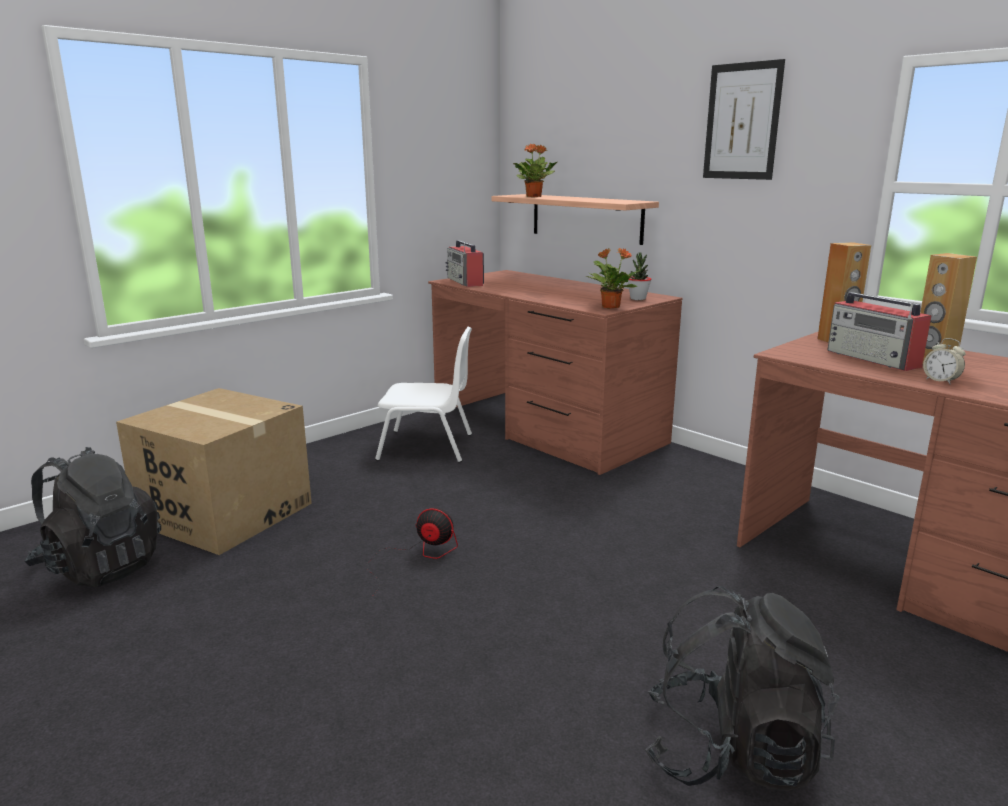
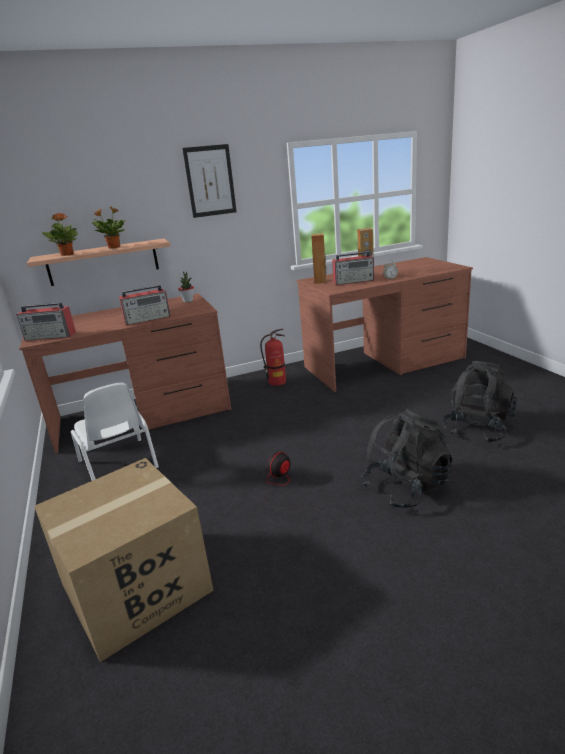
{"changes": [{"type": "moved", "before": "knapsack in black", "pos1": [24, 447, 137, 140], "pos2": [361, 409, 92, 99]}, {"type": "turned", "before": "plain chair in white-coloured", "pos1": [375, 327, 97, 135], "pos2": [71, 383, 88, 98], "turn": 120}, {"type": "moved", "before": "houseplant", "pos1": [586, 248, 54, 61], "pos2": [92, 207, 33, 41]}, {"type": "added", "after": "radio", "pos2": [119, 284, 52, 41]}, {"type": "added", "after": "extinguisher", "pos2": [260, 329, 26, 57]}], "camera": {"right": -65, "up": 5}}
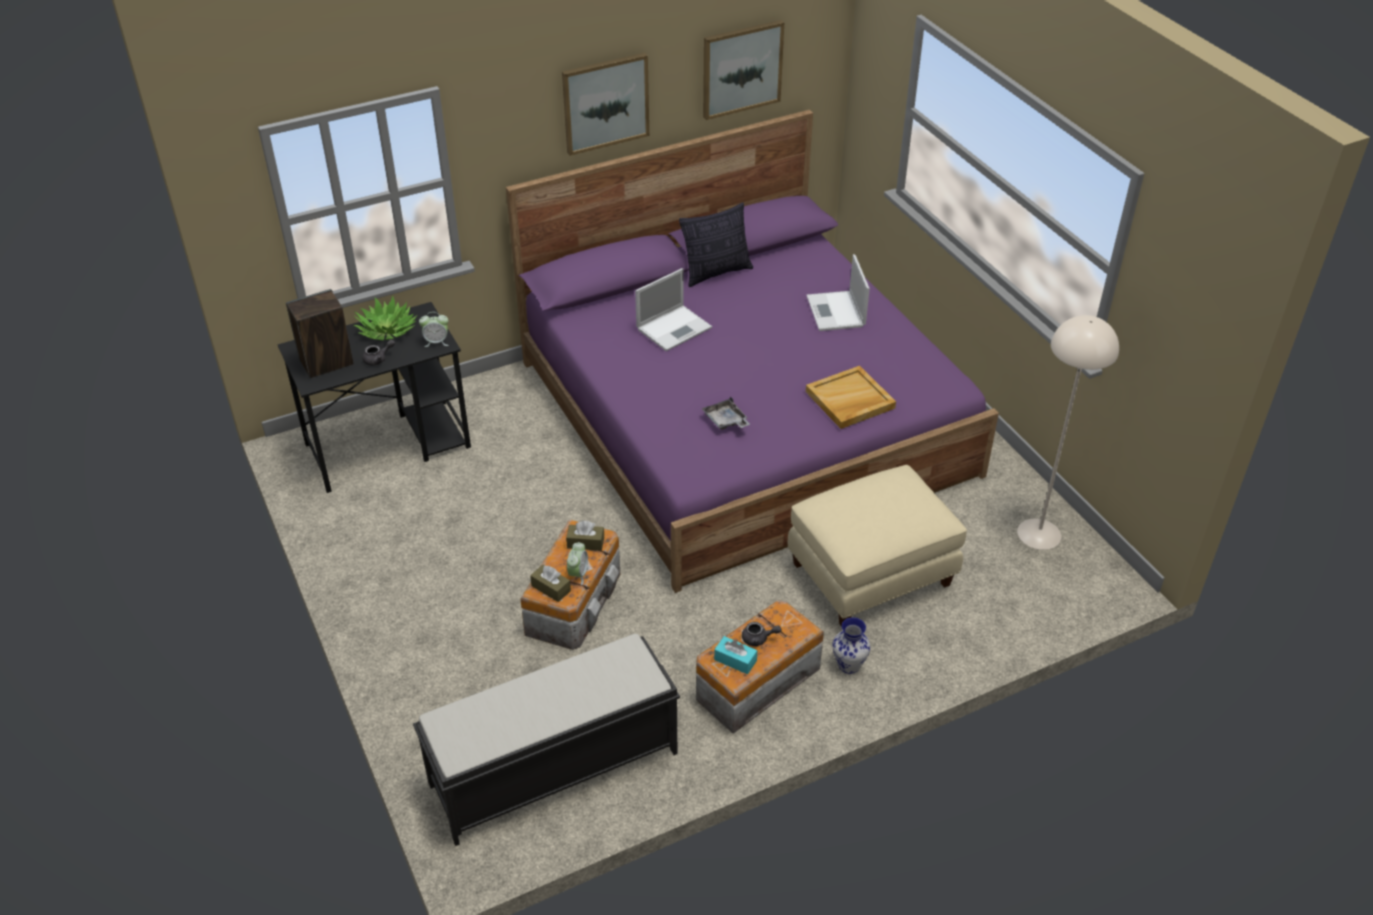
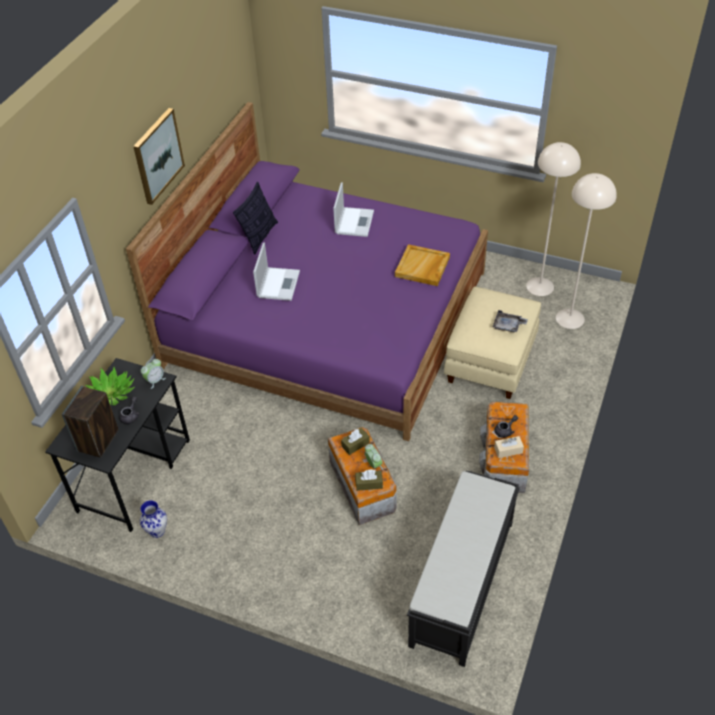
{"changes": [{"type": "moved", "before": "serving tray in greyish", "pos1": [702, 396, 48, 34], "pos2": [493, 310, 35, 22]}, {"type": "removed", "before": "picture", "pos1": [703, 20, 81, 100]}, {"type": "recoloured", "before": "tissue box in turquoise", "after": "tissue box in beige", "pos1": [714, 636, 43, 38], "pos2": [494, 436, 30, 22]}, {"type": "turned", "before": "portable computer", "pos1": [806, 254, 64, 77], "pos2": [333, 182, 41, 55], "turn": -120}, {"type": "moved", "before": "decorative vase", "pos1": [832, 617, 38, 57], "pos2": [140, 500, 27, 38]}, {"type": "added", "after": "standard lamp in beige", "pos2": [556, 173, 61, 156]}], "camera": {"right": -40, "up": 5}}
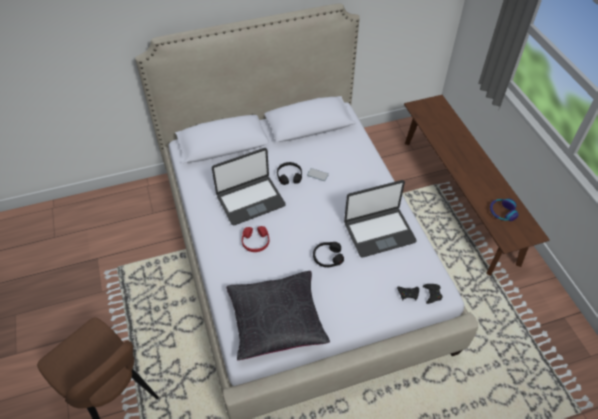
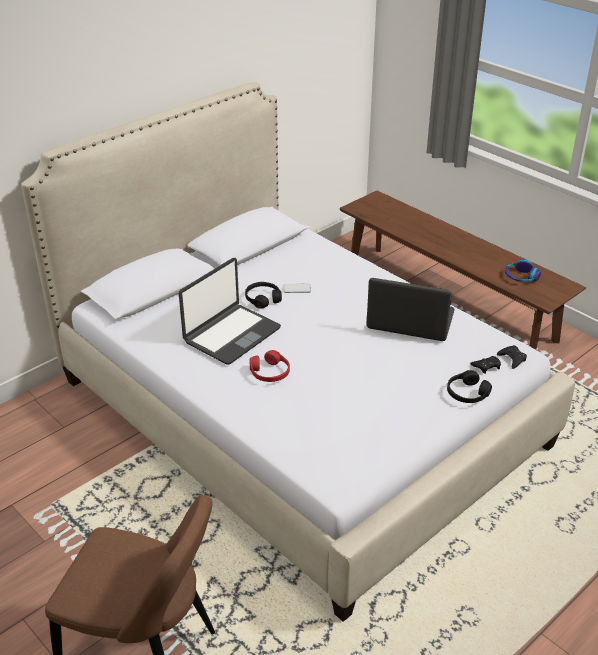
{"changes": [{"type": "removed", "before": "throw pillow in black", "pos1": [226, 271, 104, 90]}, {"type": "moved", "before": "headset in black", "pos1": [313, 242, 31, 25], "pos2": [447, 370, 45, 33]}, {"type": "turned", "before": "portable computer", "pos1": [344, 180, 73, 78], "pos2": [366, 278, 89, 63], "turn": -120}], "camera": {"right": -25, "up": -15}}
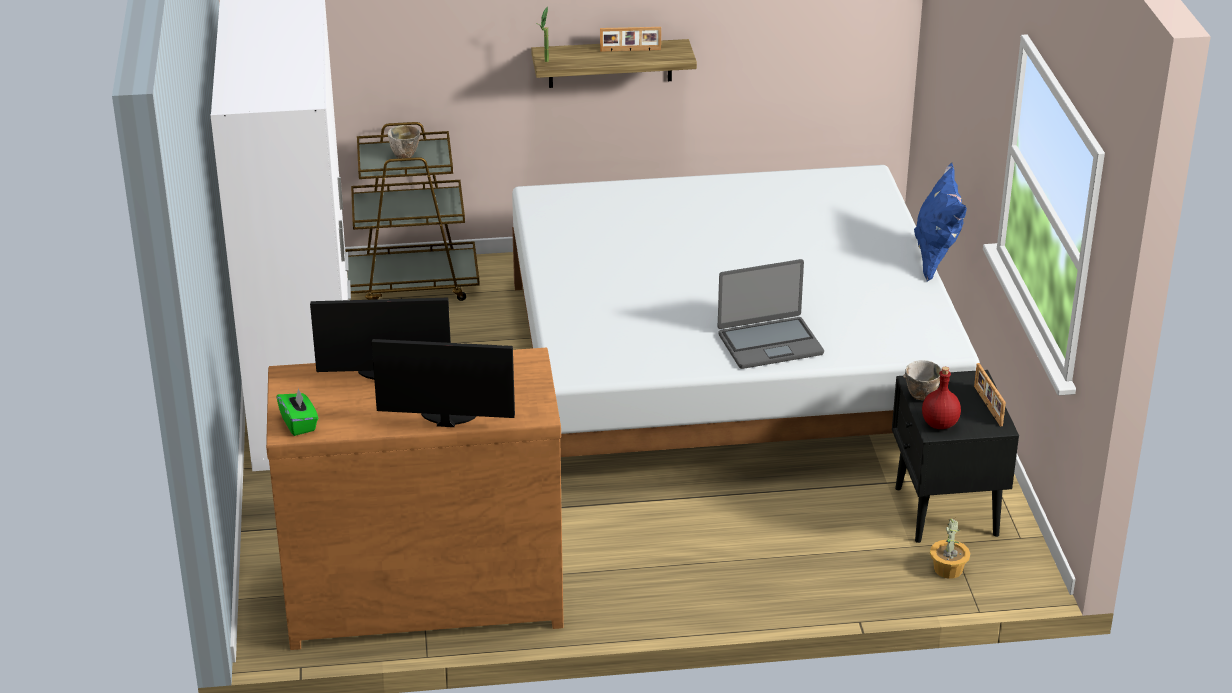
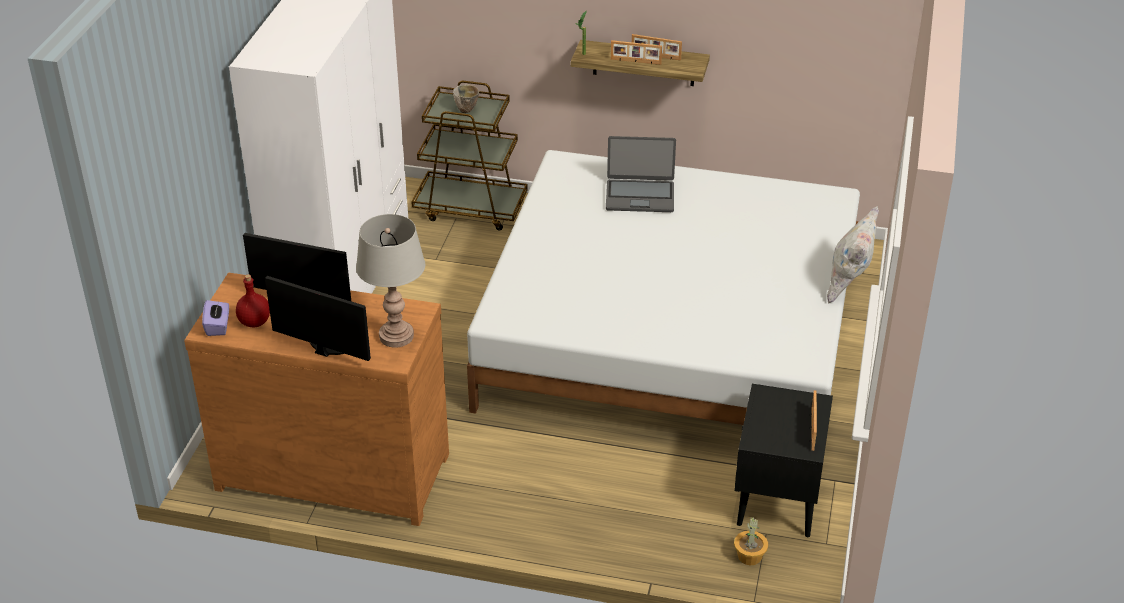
{"changes": [{"type": "recoloured", "before": "tissue box in green", "after": "tissue box in purplish", "pos1": [276, 388, 42, 48], "pos2": [202, 300, 27, 36]}, {"type": "moved", "before": "portable computer", "pos1": [718, 259, 106, 110], "pos2": [606, 136, 70, 76]}, {"type": "removed", "before": "serving bowl", "pos1": [903, 360, 39, 40]}, {"type": "recoloured", "before": "throw pillow in blue-coloured", "after": "throw pillow in white-coloured", "pos1": [914, 163, 53, 119], "pos2": [827, 206, 52, 97]}, {"type": "moved", "before": "beverage bottle in red", "pos1": [922, 367, 39, 62], "pos2": [236, 274, 34, 53]}, {"type": "added", "after": "lamp for a table in greyish", "pos2": [356, 214, 69, 134]}, {"type": "added", "after": "picture frame", "pos2": [611, 40, 51, 25]}], "camera": {"right": 20, "up": 5}}
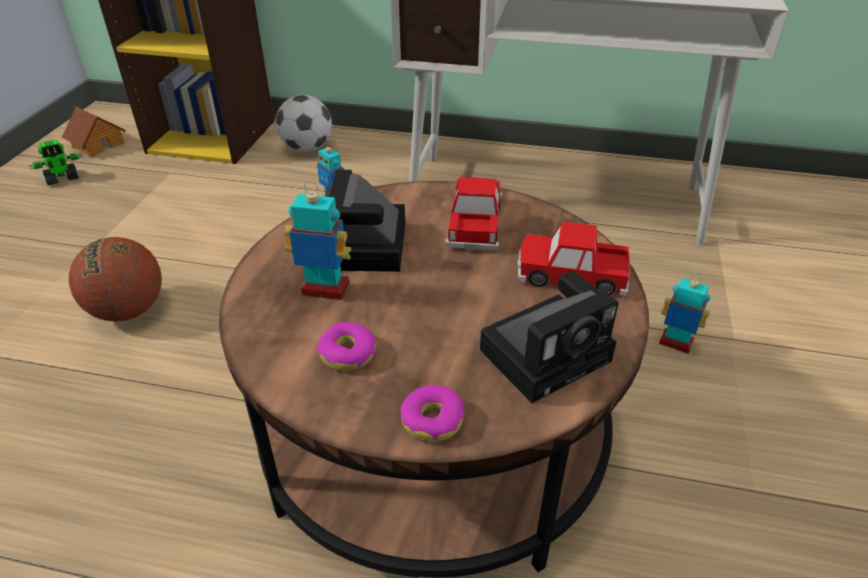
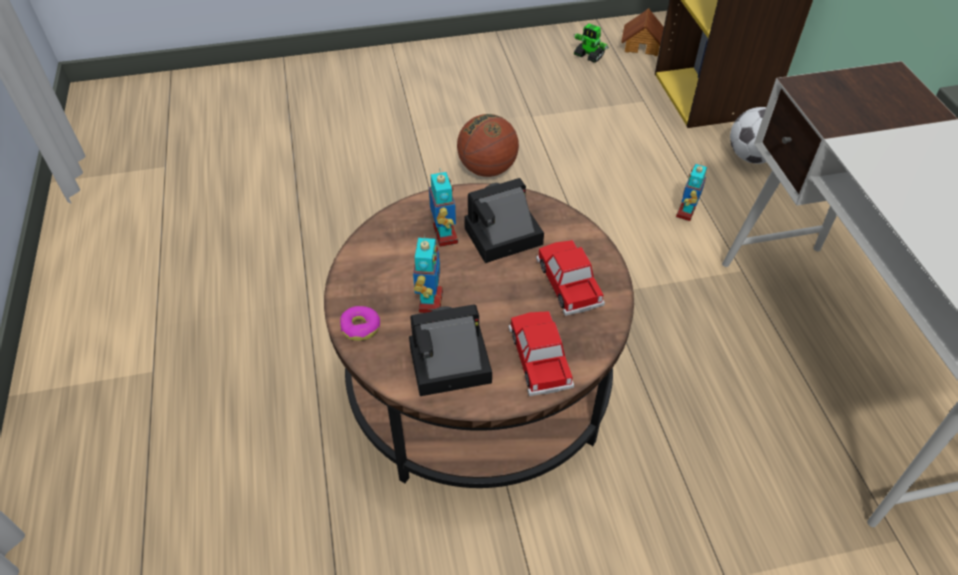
{"changes": [{"type": "removed", "before": "doughnut", "pos1": [318, 322, 58, 49]}, {"type": "turned", "before": "miniature car", "pos1": [445, 177, 57, 73], "pos2": [536, 240, 69, 76], "turn": -90}, {"type": "turned", "before": "still camera", "pos1": [480, 271, 138, 132], "pos2": [409, 304, 83, 92], "turn": 135}, {"type": "moved", "before": "robot figure", "pos1": [659, 274, 51, 80], "pos2": [413, 235, 30, 78]}], "camera": {"right": 65, "up": 10}}
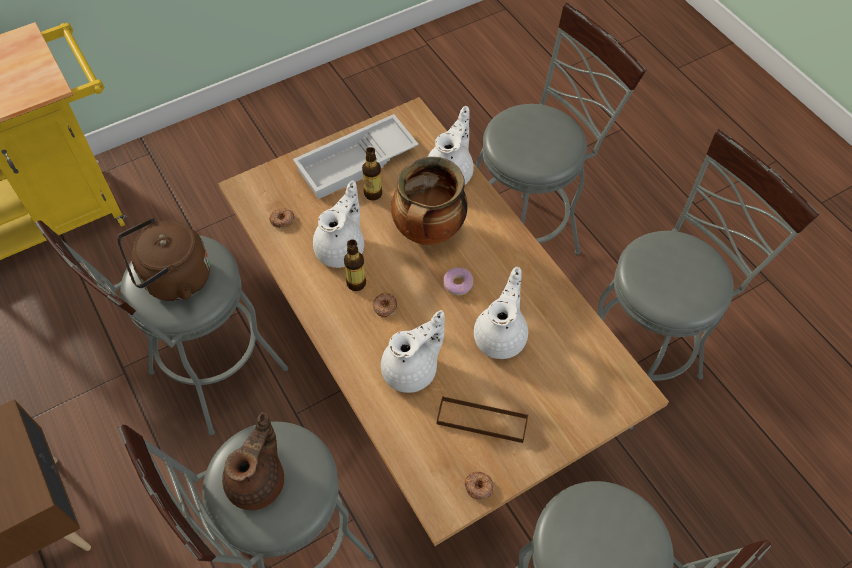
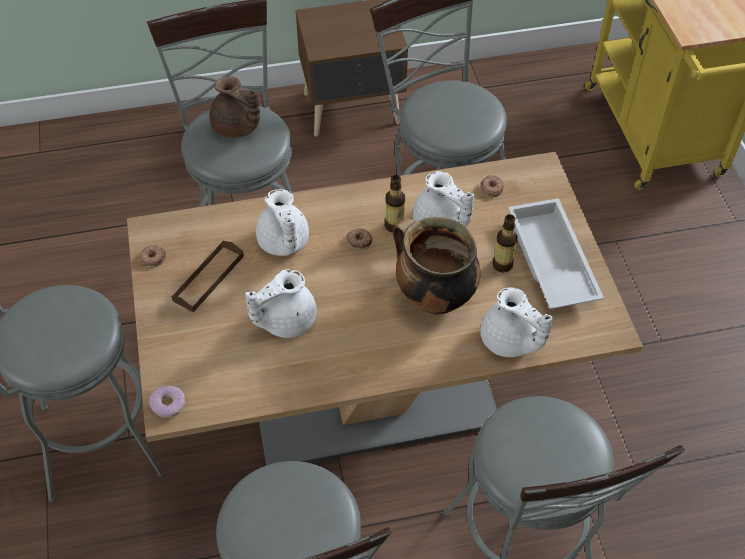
{"changes": [{"type": "removed", "before": "tea kettle in brown-coloured", "pos1": [117, 218, 93, 83]}, {"type": "moved", "before": "doughnut", "pos1": [443, 267, 30, 28], "pos2": [149, 386, 37, 32]}, {"type": "turned", "before": "pot for tea in white-coloured", "pos1": [474, 267, 54, 92], "pos2": [245, 269, 71, 69], "turn": 105}], "camera": {"right": 110, "up": -5}}
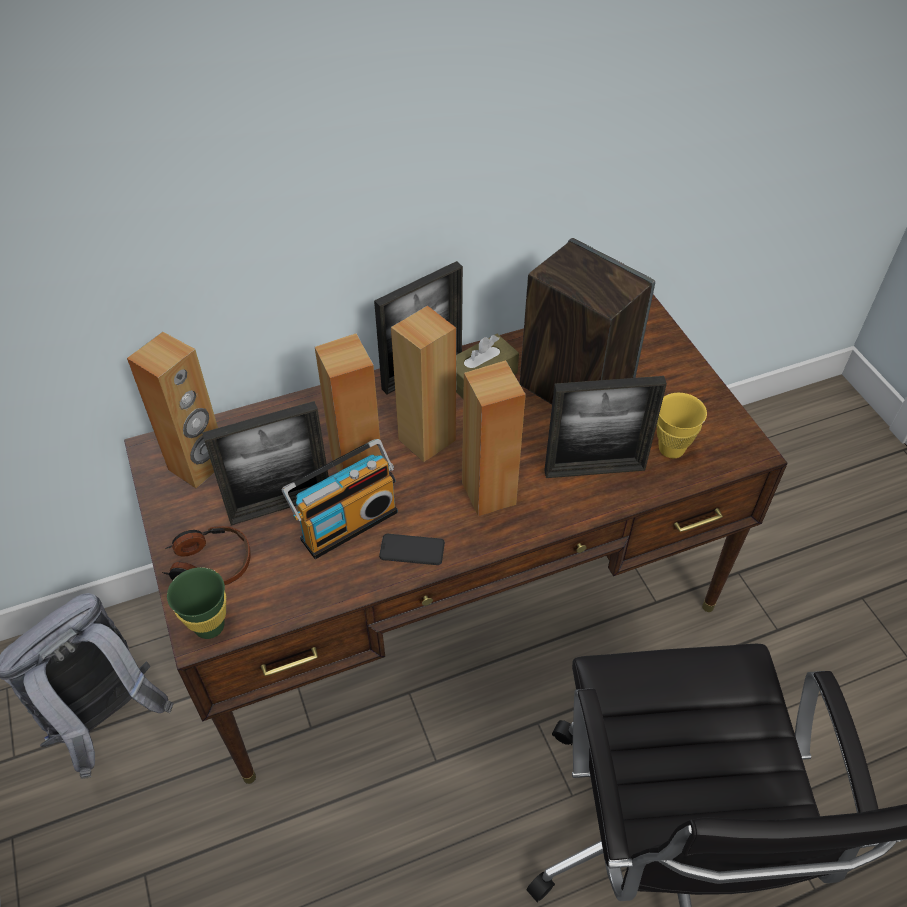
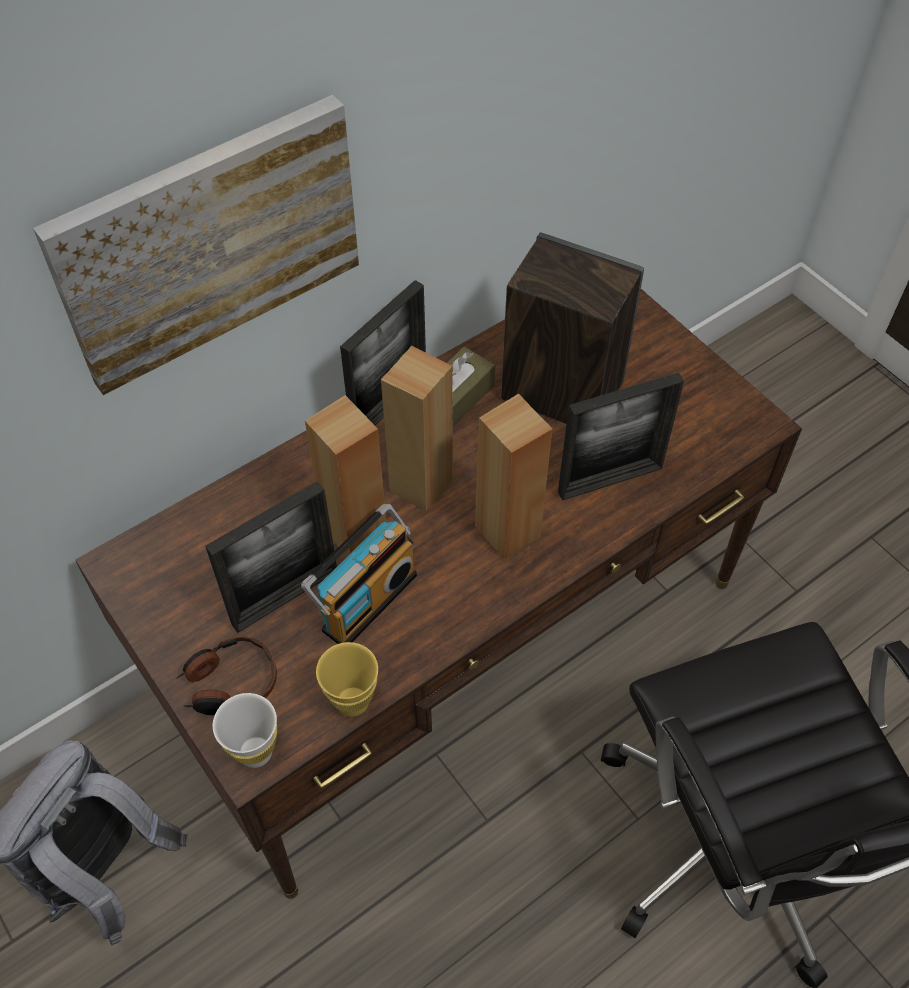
{"changes": [{"type": "removed", "before": "speaker in brown-coloured", "pos1": [127, 332, 91, 156]}, {"type": "recoloured", "before": "small cup in green", "after": "small cup in white-coloured", "pos1": [167, 567, 59, 72], "pos2": [213, 693, 64, 75]}, {"type": "removed", "before": "phone", "pos1": [379, 534, 66, 31]}, {"type": "moved", "before": "small cup in yellowish", "pos1": [657, 393, 50, 65], "pos2": [316, 642, 62, 75]}, {"type": "added", "after": "picture", "pos2": [33, 95, 326, 300]}], "camera": {"right": -15, "up": 5}}
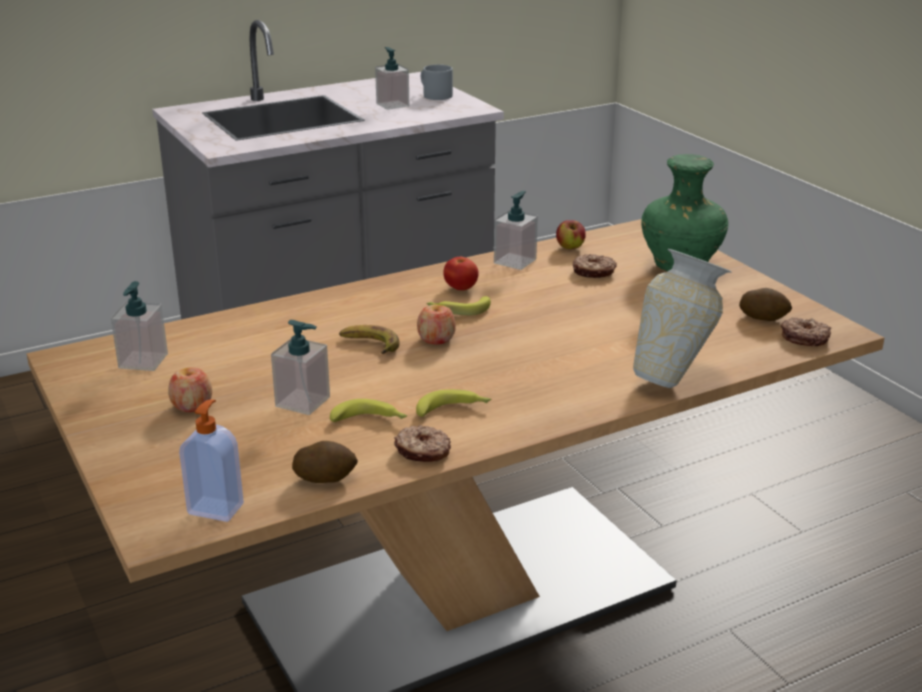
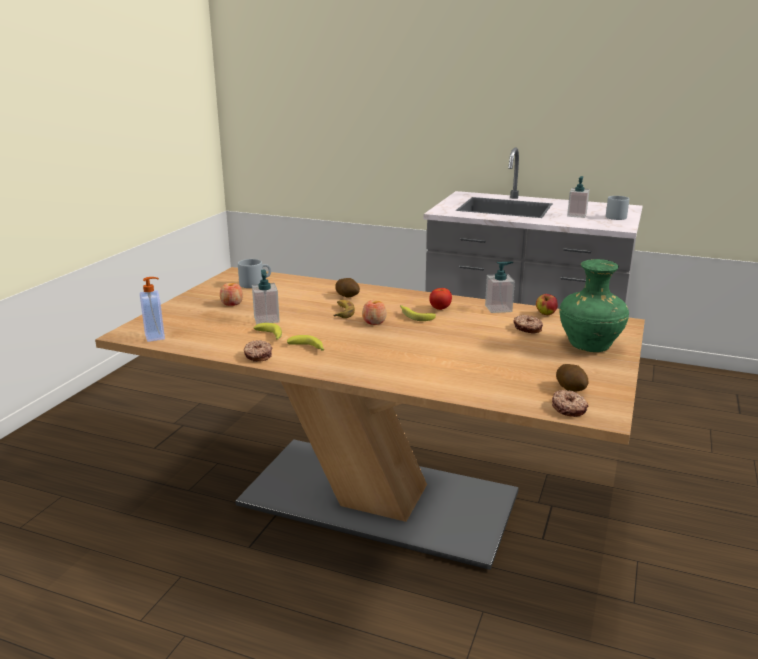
{"changes": [{"type": "replaced", "before": "liquid soap bottle", "after": "tea mug in greyish", "pos1": [111, 281, 57, 90], "pos2": [238, 259, 33, 29]}, {"type": "moved", "before": "potato", "pos1": [292, 441, 66, 42], "pos2": [335, 278, 25, 19]}, {"type": "removed", "before": "decorative vase", "pos1": [633, 249, 99, 139]}], "camera": {"right": 50, "up": -5}}
